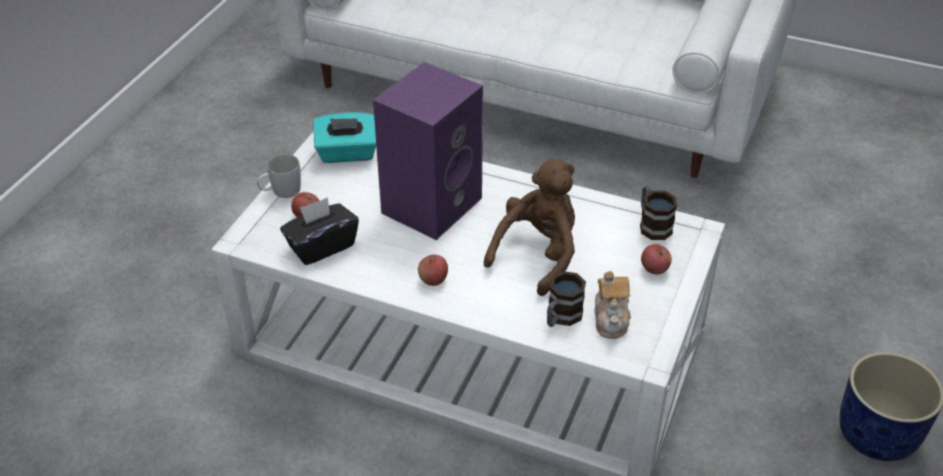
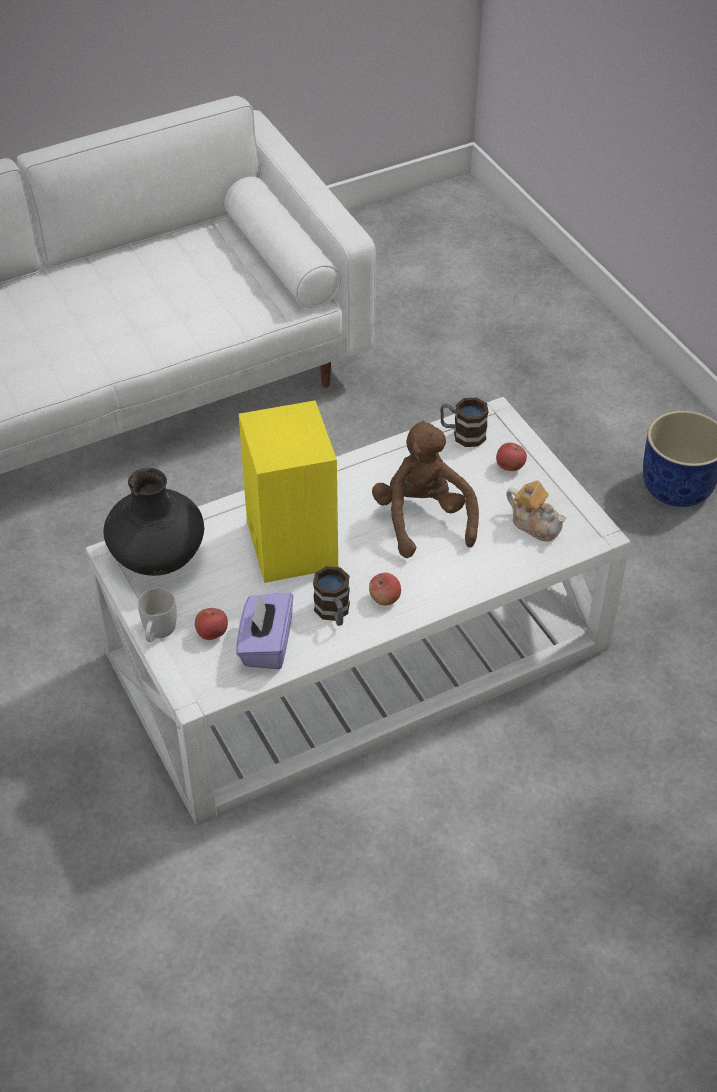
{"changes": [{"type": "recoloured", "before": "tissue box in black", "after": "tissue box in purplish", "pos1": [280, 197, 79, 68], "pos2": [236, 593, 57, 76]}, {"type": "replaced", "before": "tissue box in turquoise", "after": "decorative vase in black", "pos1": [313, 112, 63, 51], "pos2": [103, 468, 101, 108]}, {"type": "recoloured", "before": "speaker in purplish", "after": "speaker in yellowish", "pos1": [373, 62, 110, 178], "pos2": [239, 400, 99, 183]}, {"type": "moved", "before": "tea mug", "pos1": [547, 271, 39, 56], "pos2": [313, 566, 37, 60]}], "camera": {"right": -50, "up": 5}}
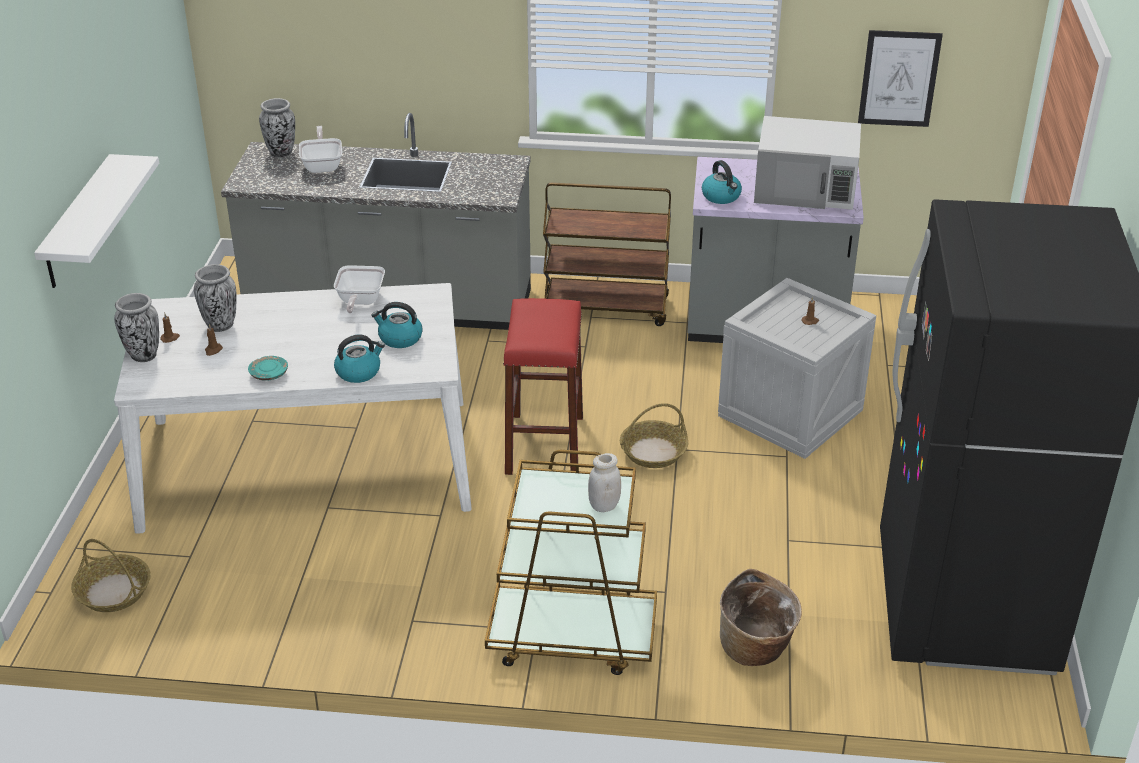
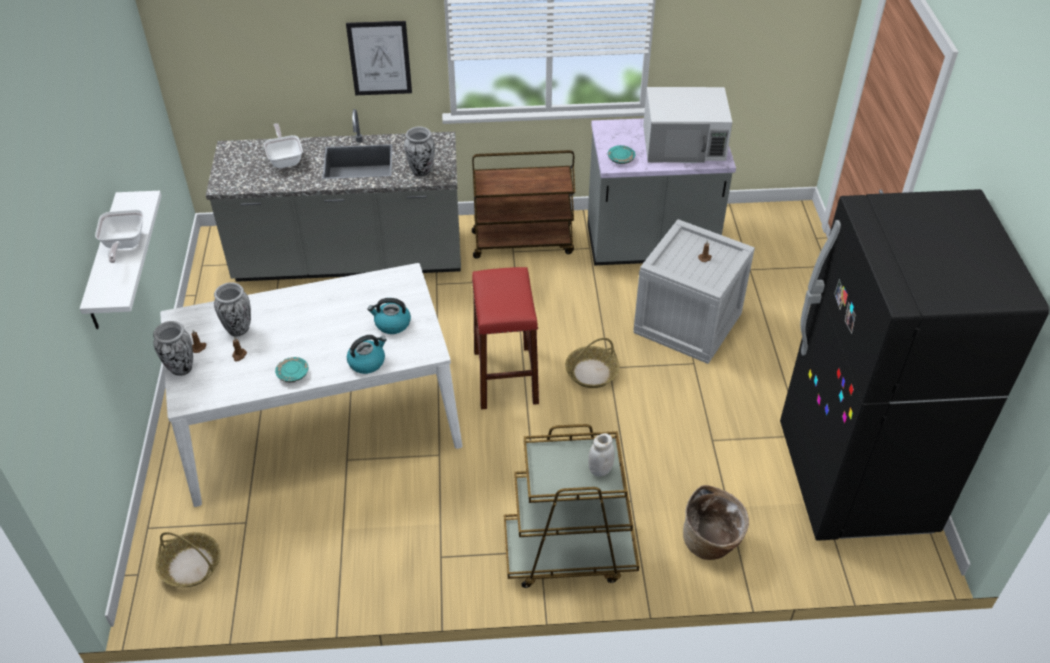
{"changes": [{"type": "moved", "before": "decorative vase", "pos1": [259, 98, 36, 60], "pos2": [404, 126, 31, 51]}, {"type": "moved", "before": "pan", "pos1": [334, 265, 51, 48], "pos2": [95, 210, 48, 53]}, {"type": "replaced", "before": "tea kettle", "after": "dinner plate in turquoise", "pos1": [702, 160, 40, 44], "pos2": [608, 145, 27, 19]}, {"type": "moved", "before": "picture", "pos1": [858, 30, 85, 97], "pos2": [346, 21, 66, 74]}], "camera": {"right": -10, "up": 10}}
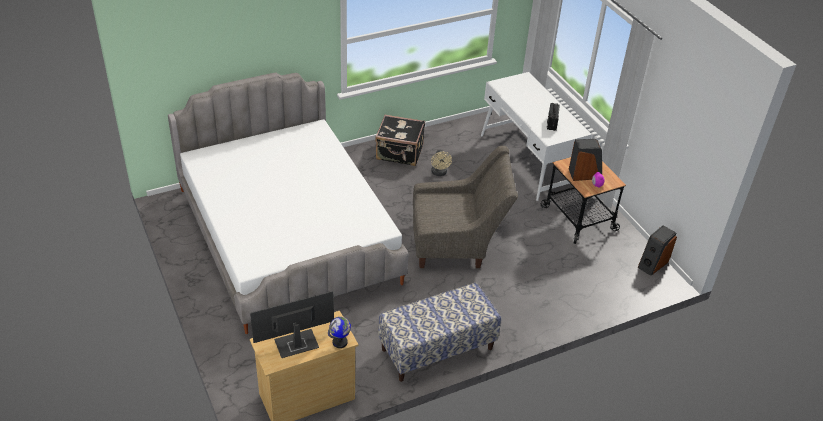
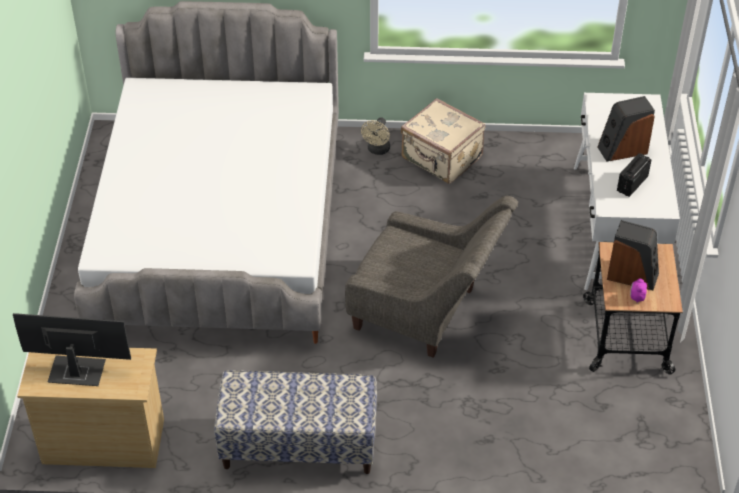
{"changes": [{"type": "removed", "before": "desk globe", "pos1": [328, 317, 23, 31]}, {"type": "recoloured", "before": "travel case in black", "after": "travel case in beige", "pos1": [375, 115, 50, 51], "pos2": [401, 98, 84, 86]}, {"type": "moved", "before": "fan in beige", "pos1": [431, 150, 21, 26], "pos2": [361, 117, 29, 38]}, {"type": "moved", "before": "speaker", "pos1": [638, 225, 39, 51], "pos2": [598, 96, 57, 66]}], "camera": {"right": 30, "up": 5}}
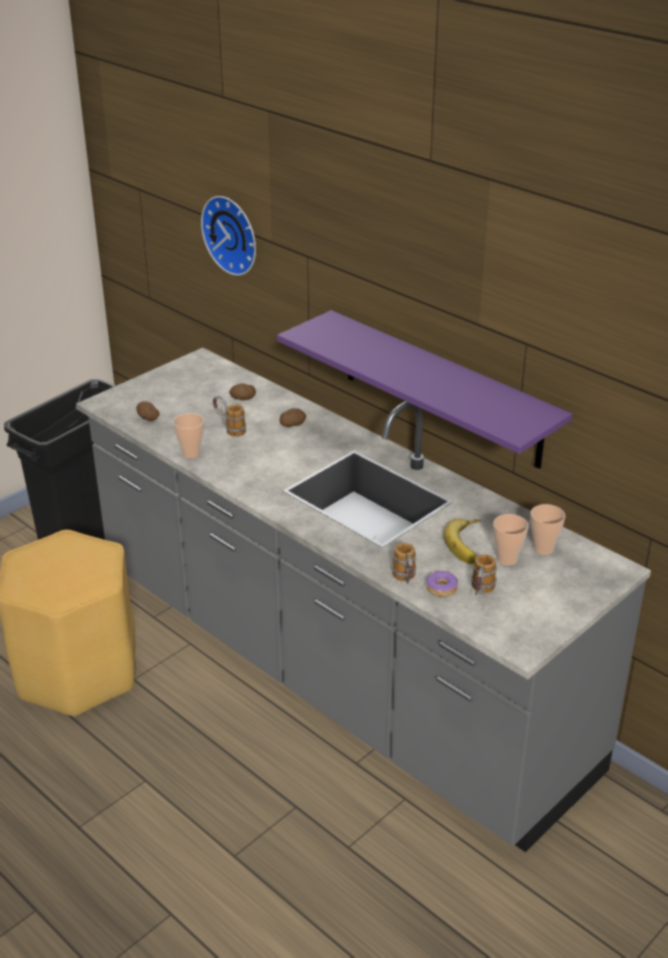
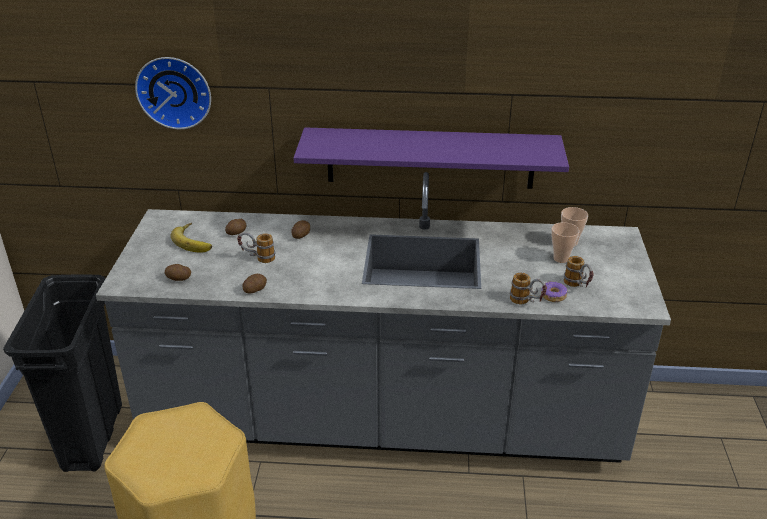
{"changes": [{"type": "replaced", "before": "small cup", "after": "potato", "pos1": [173, 413, 31, 46], "pos2": [242, 274, 25, 20]}, {"type": "moved", "before": "whole banana", "pos1": [443, 519, 38, 45], "pos2": [171, 223, 41, 30]}], "camera": {"right": -40, "up": 0}}
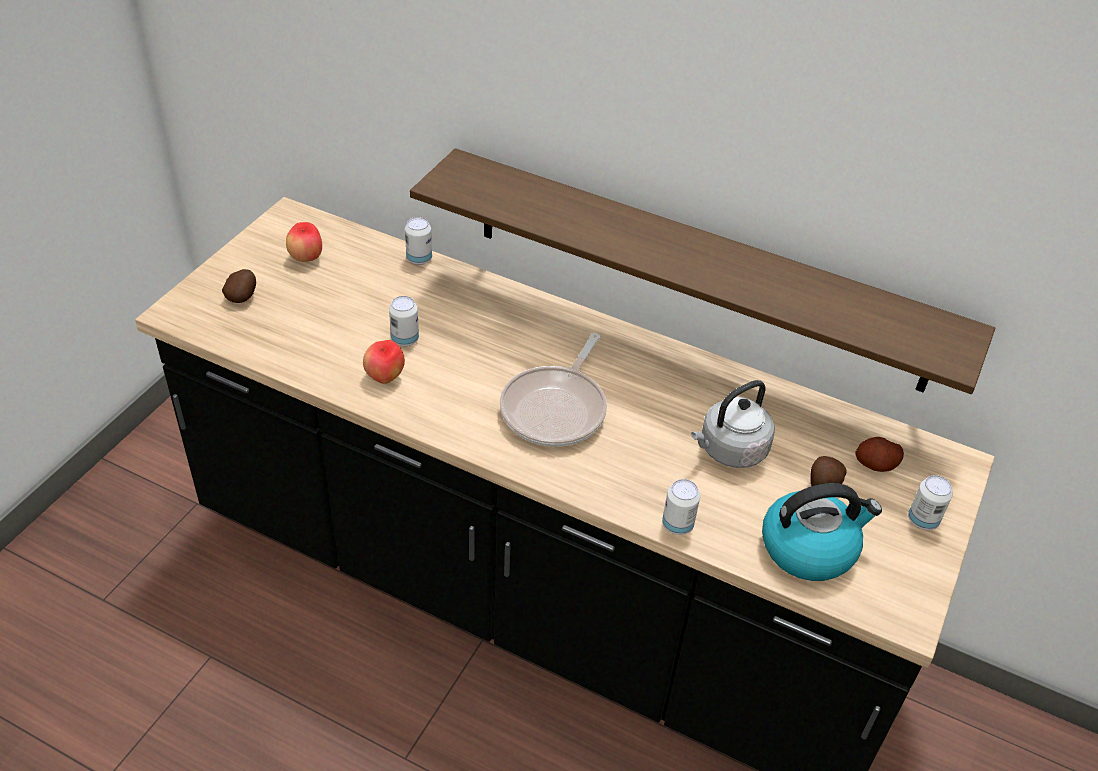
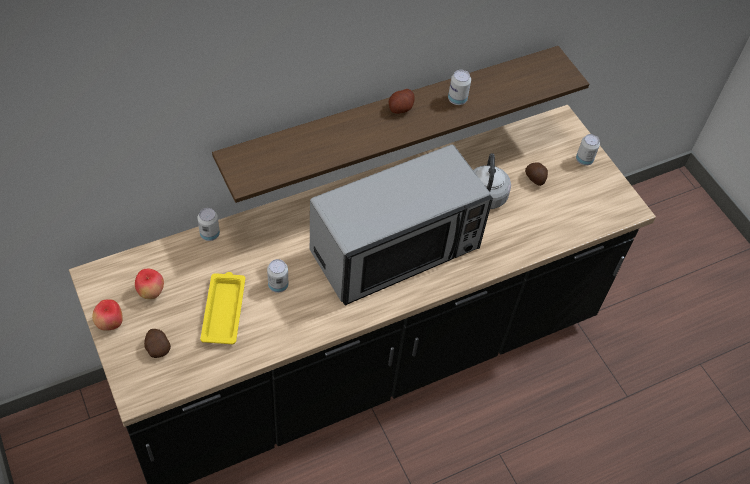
{"changes": [{"type": "moved", "before": "whole apple", "pos1": [363, 340, 42, 44], "pos2": [92, 299, 31, 32]}, {"type": "replaced", "before": "pan", "after": "microwave oven", "pos1": [500, 333, 107, 114], "pos2": [310, 144, 183, 161]}, {"type": "moved", "before": "metal can", "pos1": [662, 479, 38, 56], "pos2": [448, 70, 23, 35]}, {"type": "removed", "before": "tea kettle", "pos1": [762, 483, 120, 98]}, {"type": "moved", "before": "potato", "pos1": [855, 437, 49, 35], "pos2": [389, 89, 25, 25]}, {"type": "added", "after": "serving tray in yellowish", "pos2": [200, 272, 45, 72]}], "camera": {"right": -55, "up": 10}}
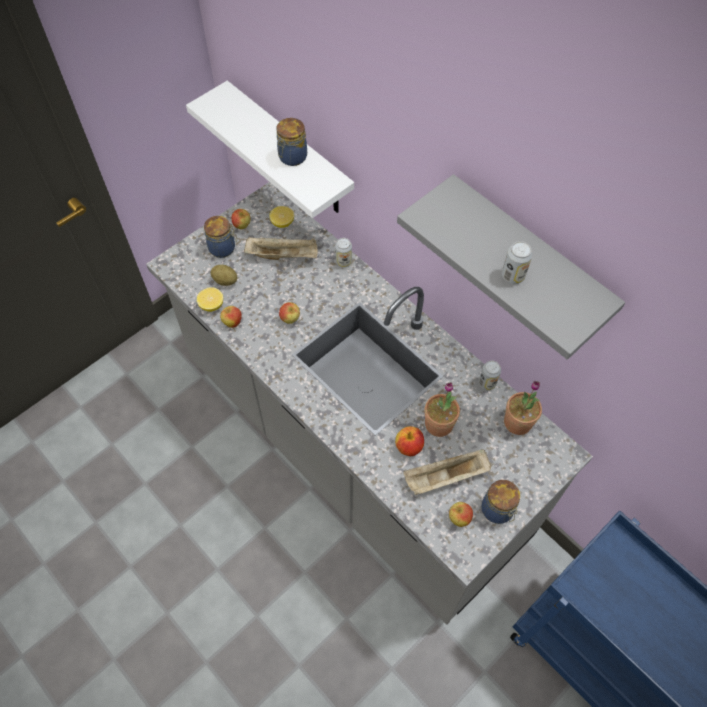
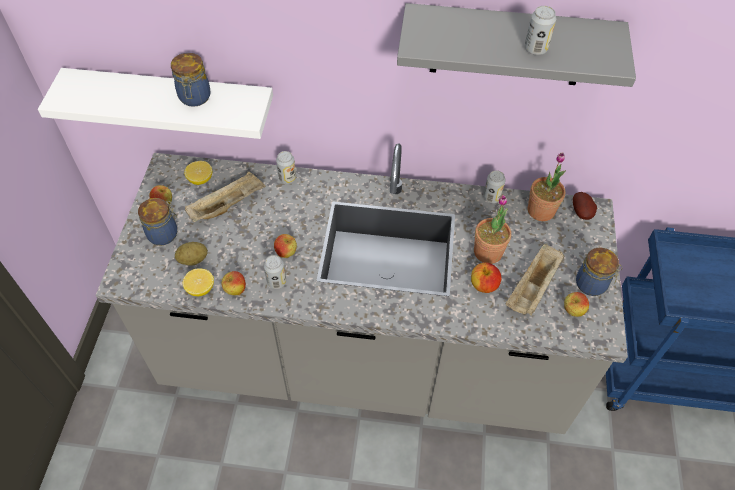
{"changes": [{"type": "added", "after": "metal can", "pos2": [264, 255, 22, 34]}, {"type": "added", "after": "potato", "pos2": [573, 192, 24, 28]}], "camera": {"right": -40, "up": -5}}
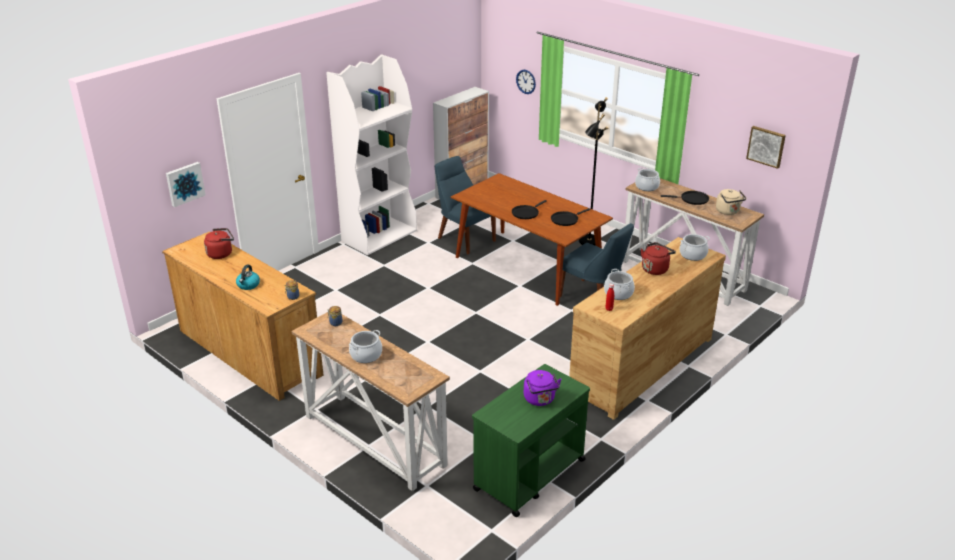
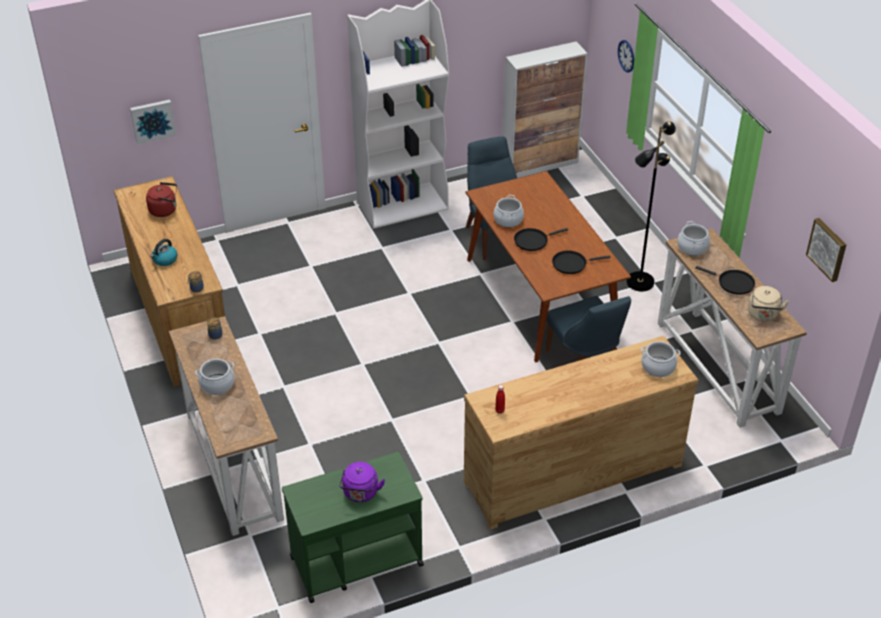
{"changes": [{"type": "moved", "before": "saucepot", "pos1": [604, 269, 31, 31], "pos2": [494, 195, 30, 32]}, {"type": "removed", "before": "tea kettle in red", "pos1": [641, 242, 35, 33]}], "camera": {"right": 25, "up": 10}}
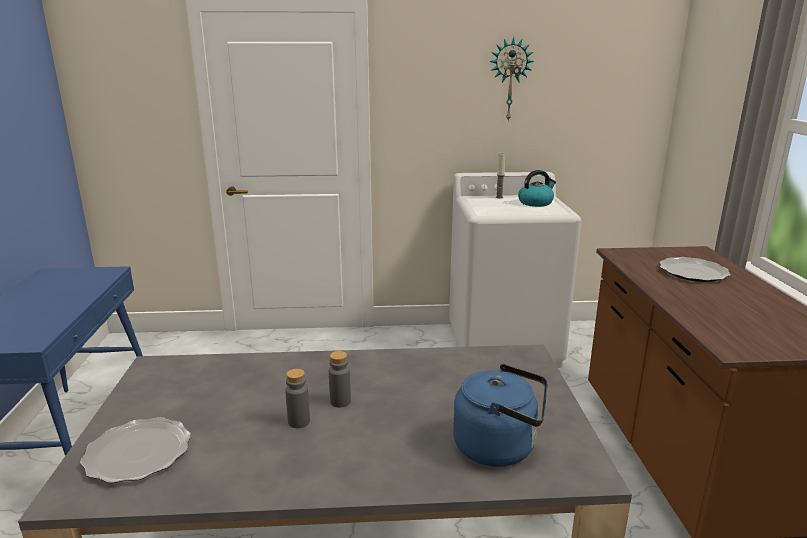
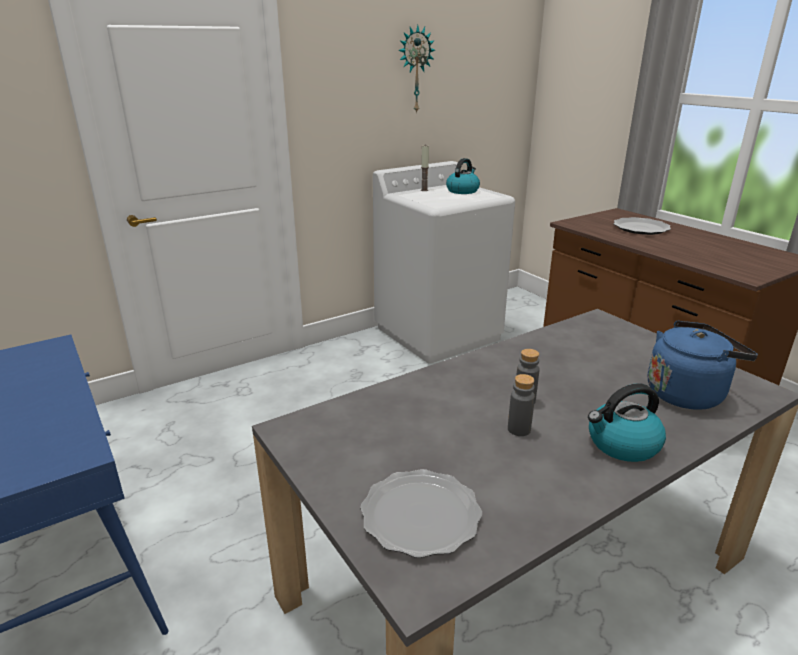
{"changes": [{"type": "added", "after": "tea kettle", "pos2": [588, 383, 78, 79]}], "camera": {"right": -30, "up": 5}}
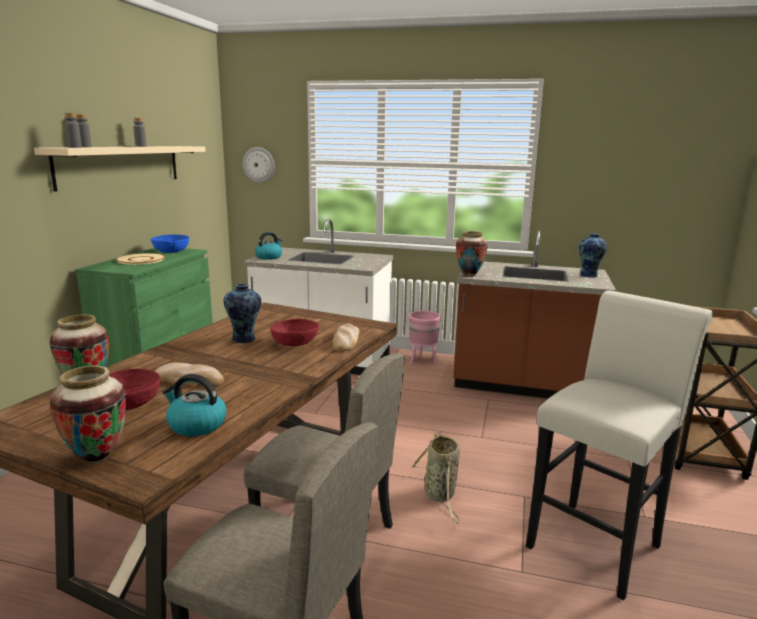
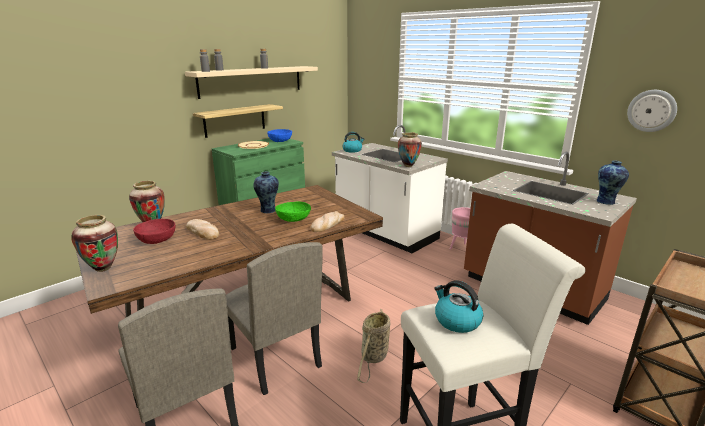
{"changes": [{"type": "moved", "before": "tea kettle", "pos1": [162, 374, 65, 62], "pos2": [434, 280, 49, 53]}, {"type": "moved", "before": "hanging clock", "pos1": [243, 147, 32, 36], "pos2": [627, 90, 50, 42]}, {"type": "recoloured", "before": "serving bowl in red", "after": "serving bowl in green", "pos1": [270, 319, 49, 27], "pos2": [275, 202, 36, 20]}, {"type": "moved", "before": "decorative vase", "pos1": [456, 231, 32, 46], "pos2": [398, 132, 24, 35]}, {"type": "added", "after": "bracket shelf", "pos2": [193, 104, 90, 34]}], "camera": {"right": 30, "up": 5}}
